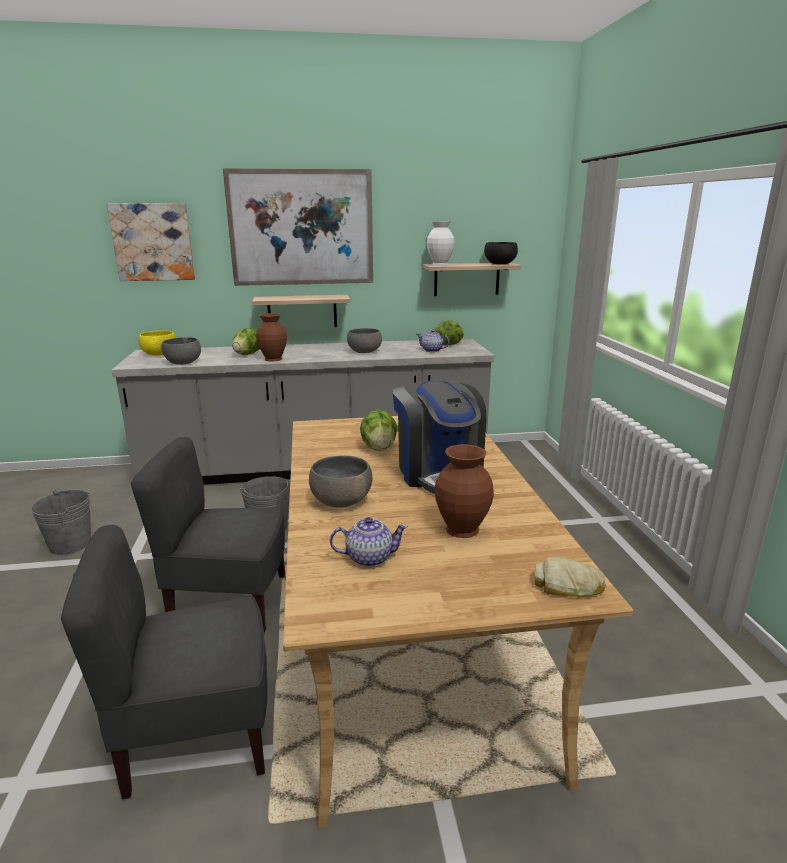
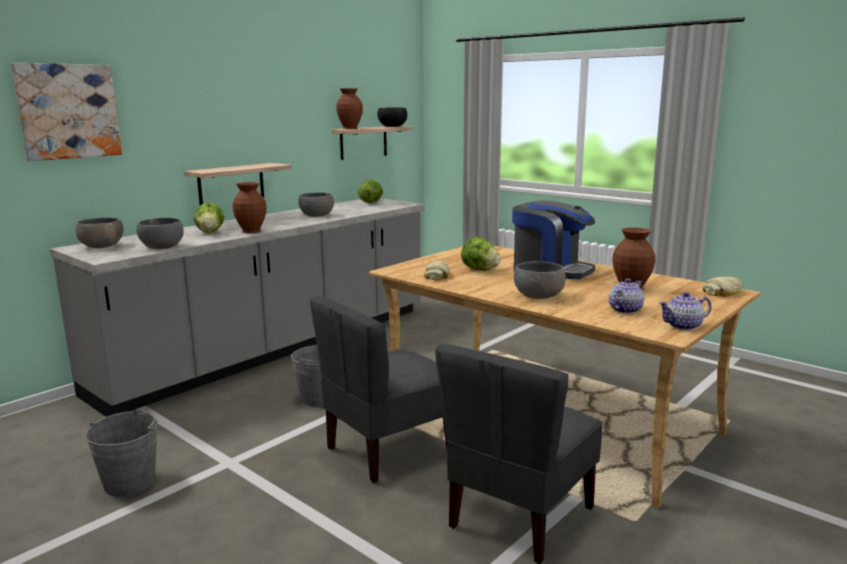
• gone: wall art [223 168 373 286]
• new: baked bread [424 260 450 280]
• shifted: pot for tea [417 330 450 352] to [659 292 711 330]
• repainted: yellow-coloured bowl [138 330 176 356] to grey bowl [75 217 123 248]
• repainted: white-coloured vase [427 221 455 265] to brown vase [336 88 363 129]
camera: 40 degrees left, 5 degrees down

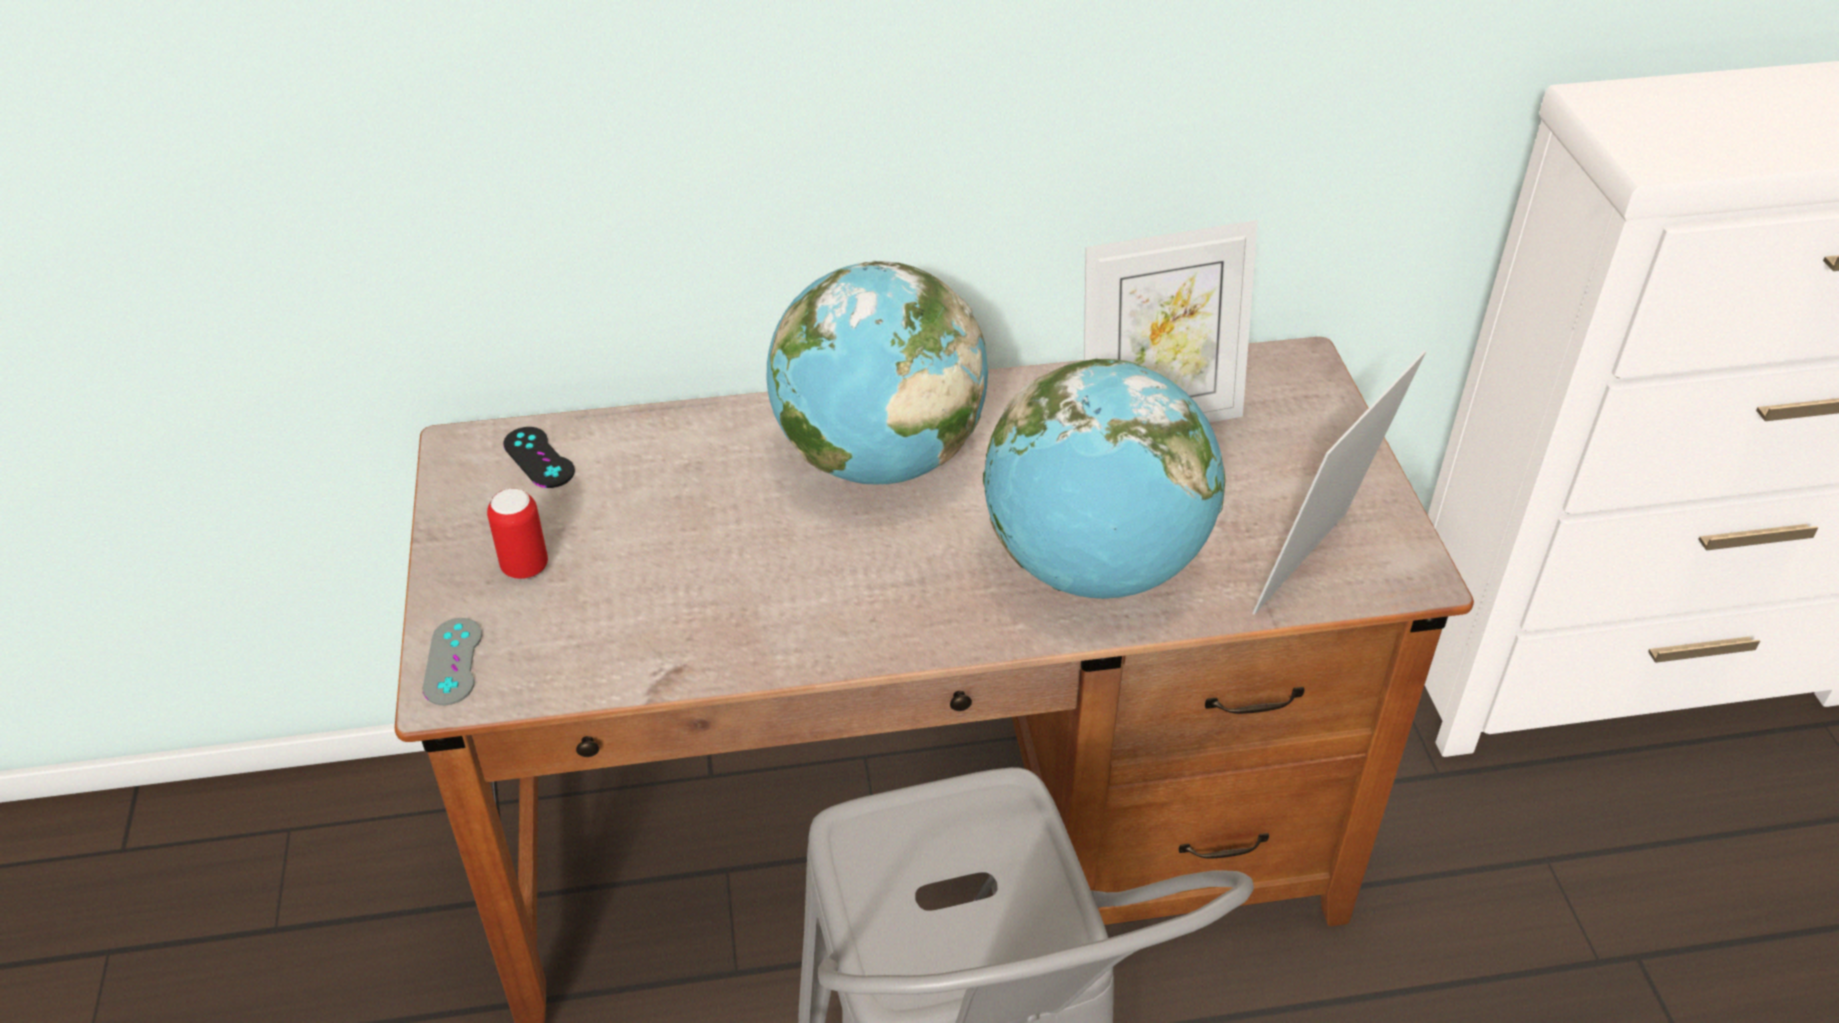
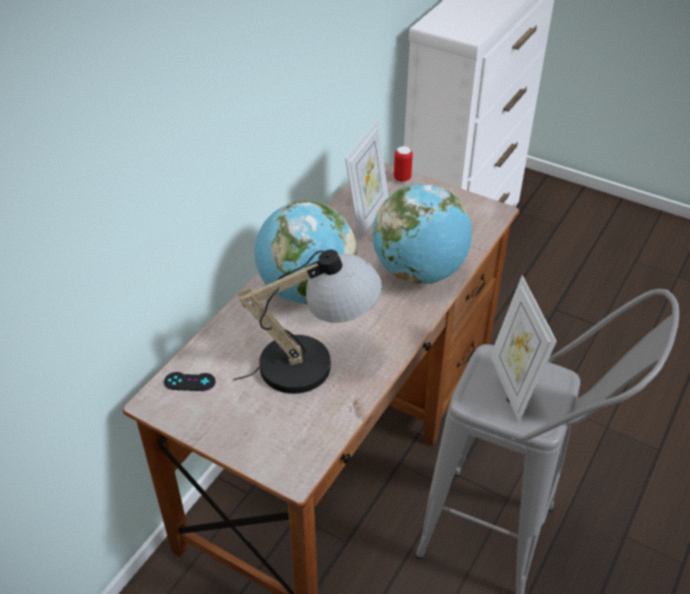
• gone: grey joypad [423 618 482 705]
• new: tabletop lamp [233 249 382 394]
• shifted: metal can [487 488 548 579] to [394 146 413 182]
• shifted: picture frame [1252 350 1426 615] to [490 276 557 422]
camera: 50 degrees left, 0 degrees up

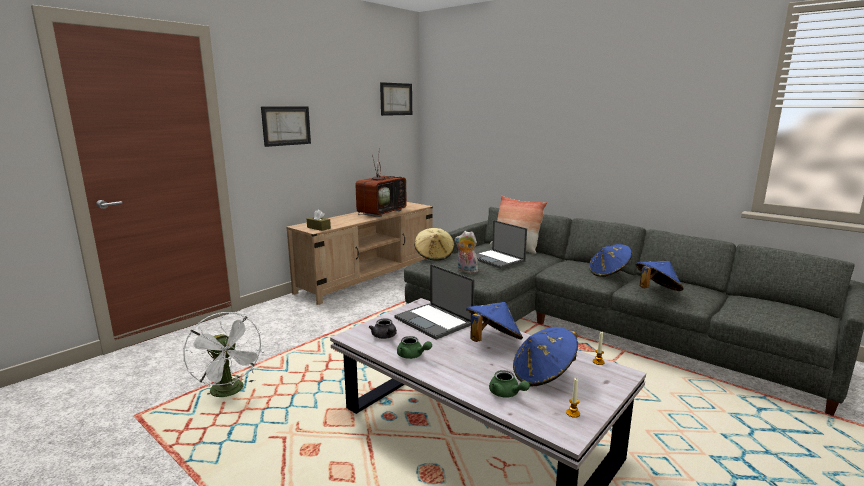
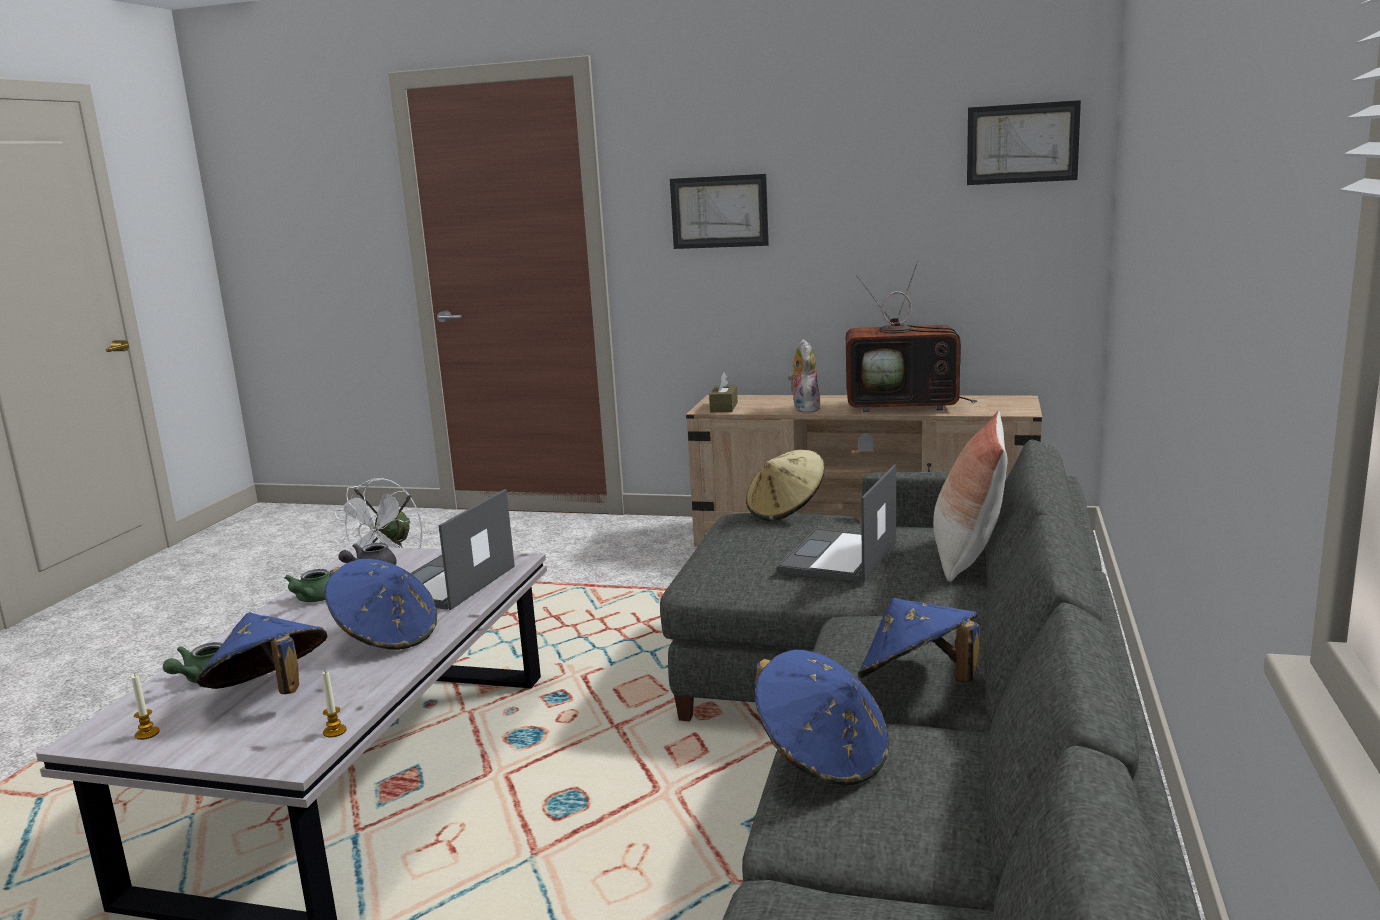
• shifted: soft toy [455 231 478 273] to [788 339 820 413]
camera: 65 degrees right, 0 degrees up

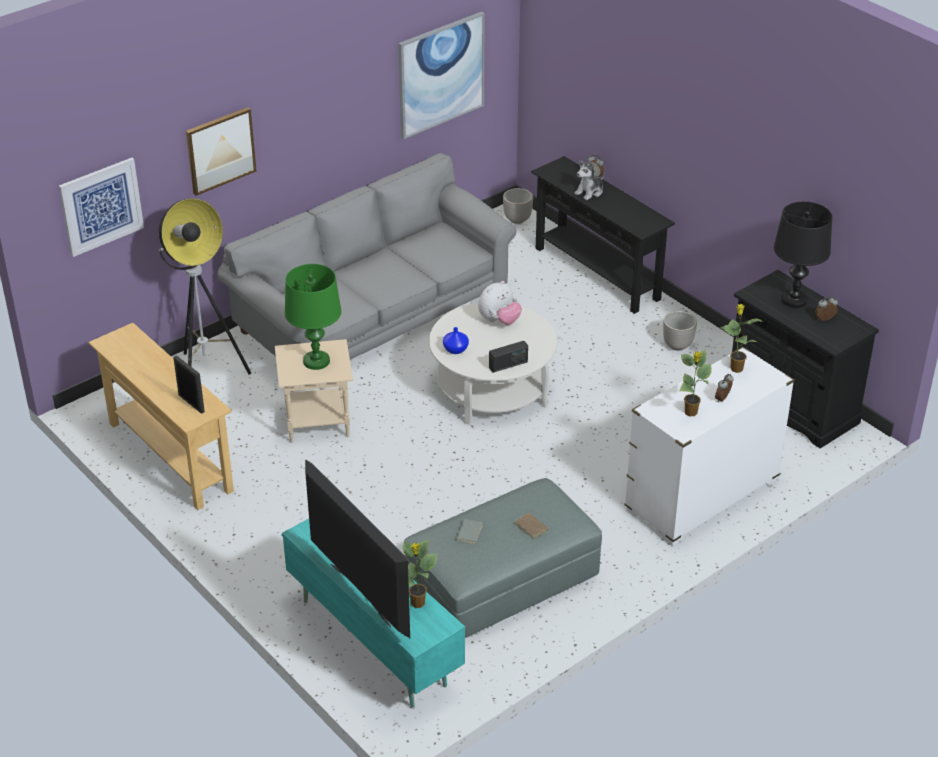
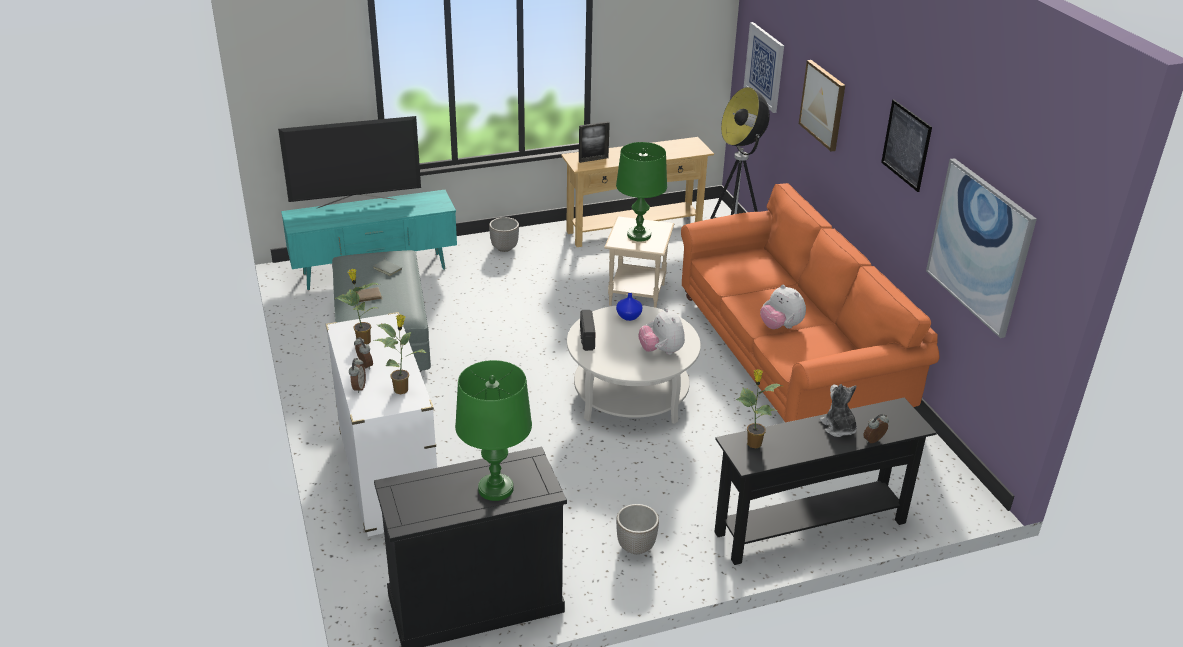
• new: soft toy [760 285 806 329]
• new: wall art [881 99 932 192]
• shifted: houseplant [403 539 437 608] to [736 369 782 448]
• shifted: flower pot [503 188 533 224] to [489 217 519 252]
• shifted: alarm clock [815 296 838 321] to [349 358 366 393]
• repainted: grey sofa [217 153 517 360] to orange-coloured sofa [681 183 939 422]
• repainted: blackish tabletop lamp [774 201 832 308] to green-coloured tabletop lamp [455 360 532 501]
camera: 110 degrees right, 5 degrees down

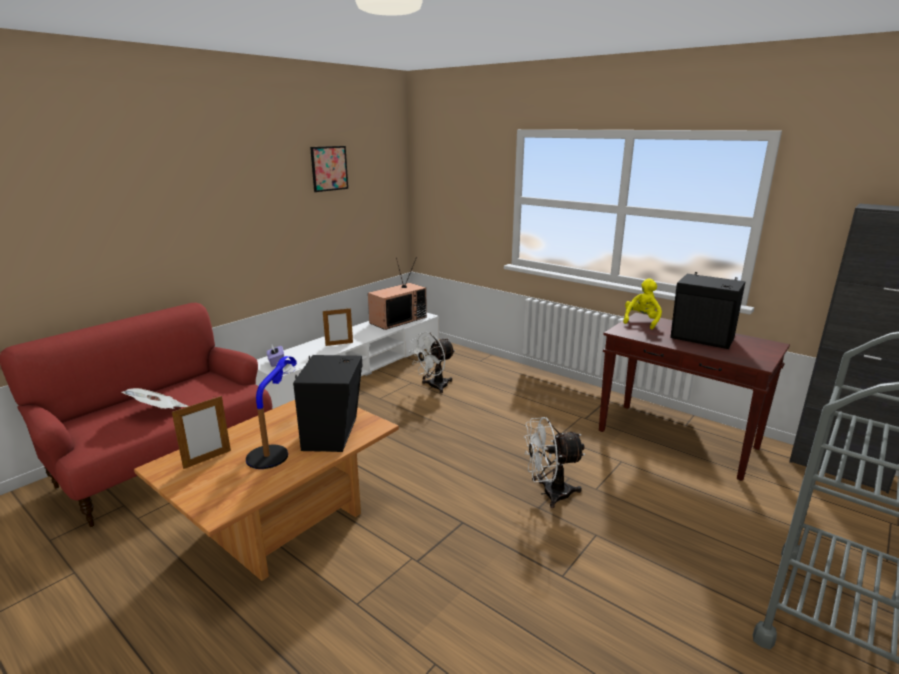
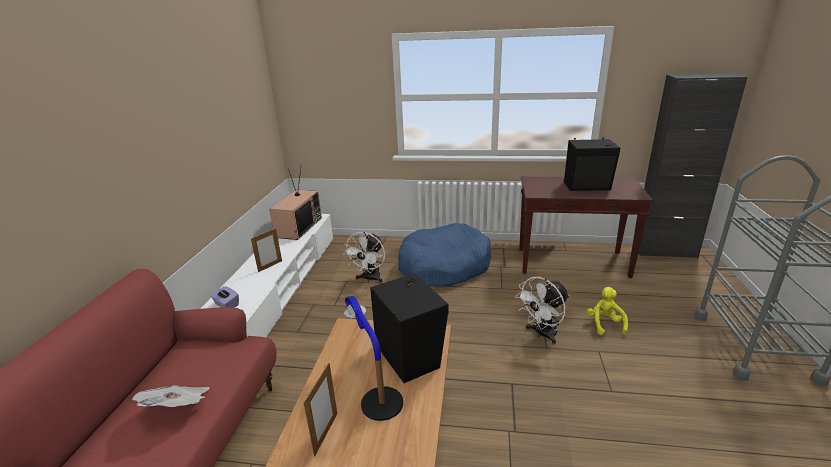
• gone: wall art [310 146 348 192]
• new: blue pet bed [398 223 491 287]
• shifted: yellow-coloured soft toy [623 278 662 329] to [587 287 628 335]
camera: 30 degrees left, 5 degrees up

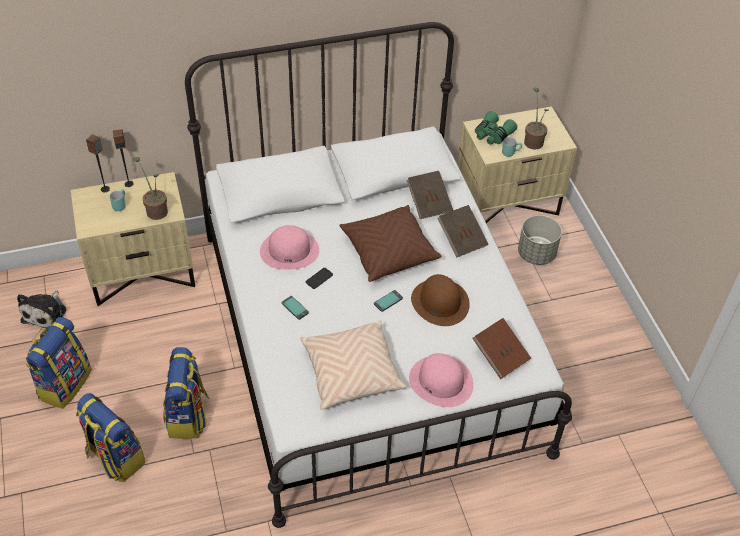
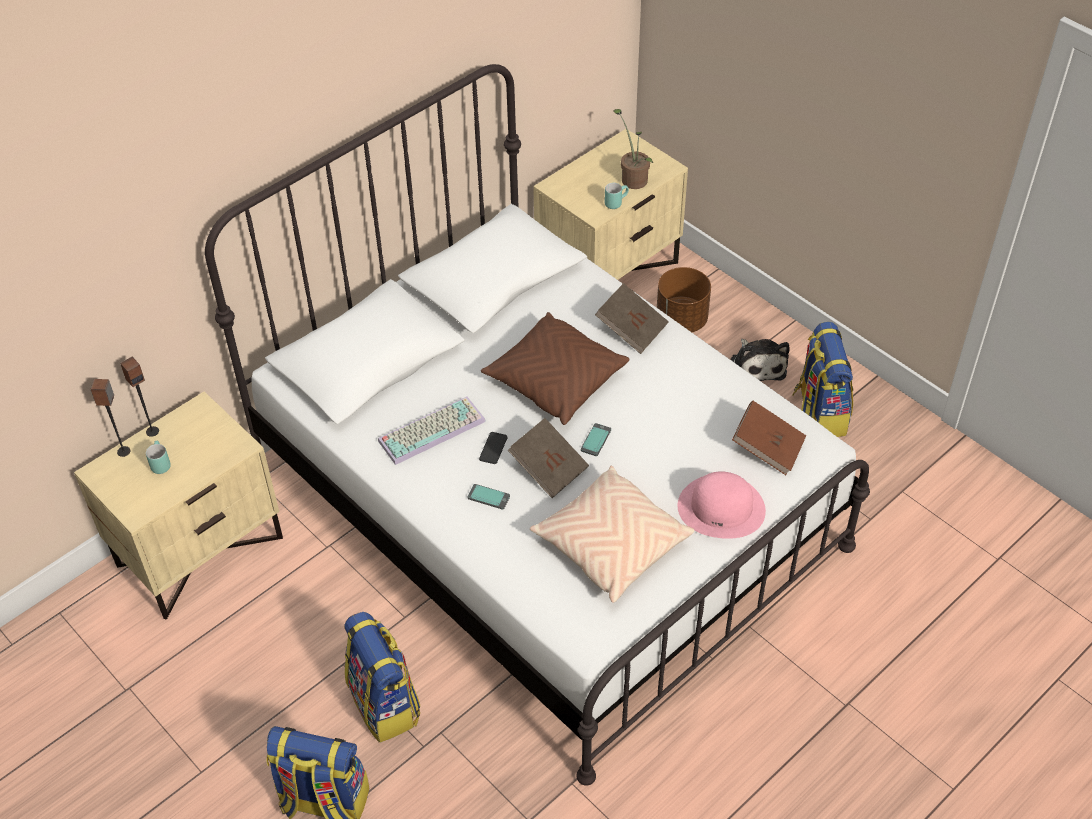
• gone: houseplant [133 157 168 220]
• gone: brown wearable hat [411 274 470 326]
• gone: green-coloured pair of binoculars [475 111 517 145]
• shifted: soft toy [17 290 66 328] to [731 339 789 381]
• shifted: rucksack [25 317 92 409] to [792 322 853 437]
• shifted: brown volume [407 171 453 219] to [508 418 589 498]
• swapped: pink-coloured wearable hat [260 225 319 270] to keyboard [378 397 486 465]
• repainted: grey flower pot [518 215 562 265] to brown flower pot [657 267 711 332]
camera: 25 degrees left, 0 degrees up

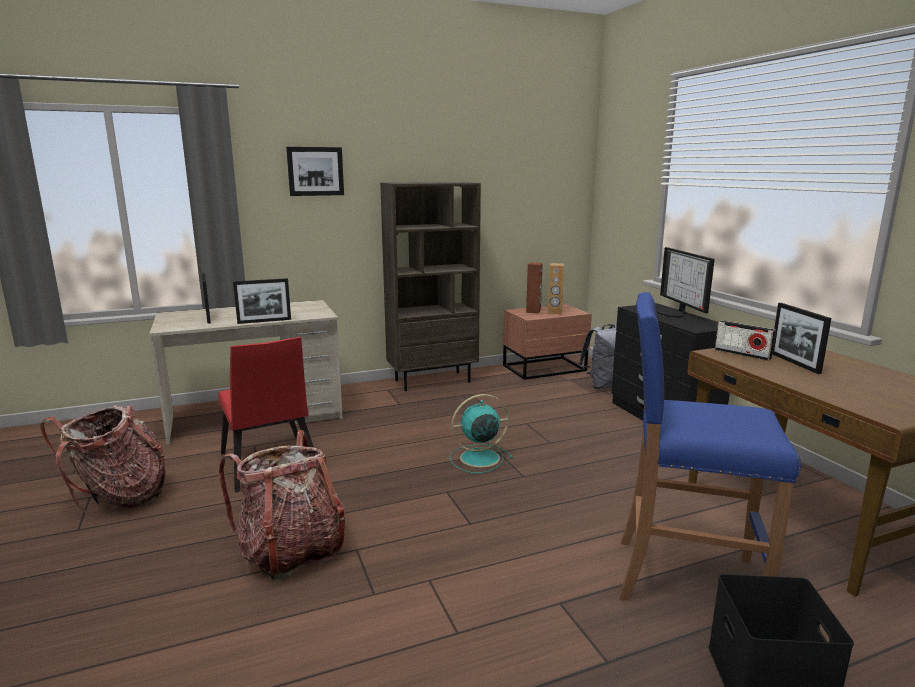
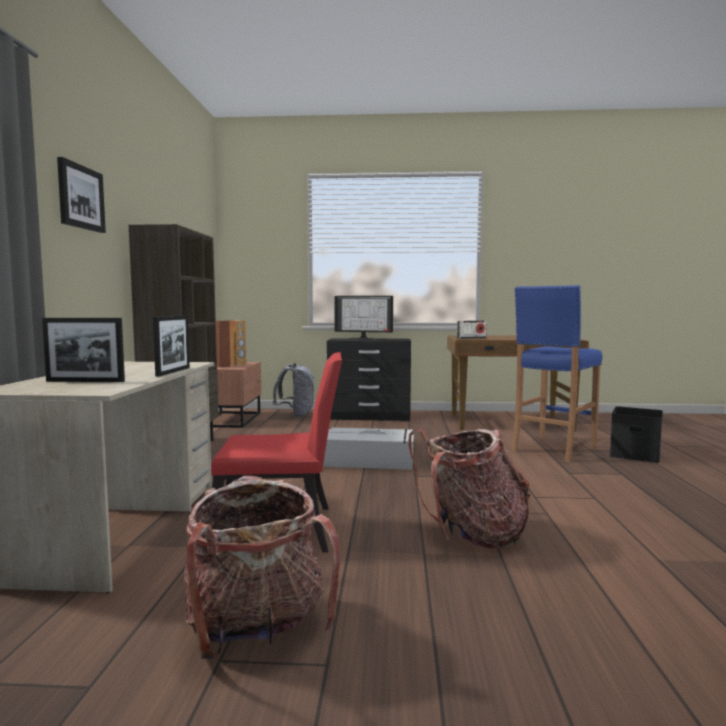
• gone: picture frame [772 303 831 374]
• swapped: turquoise cooling fan [449 394 513 473] to grey storage bin [323 427 414 470]
camera: 65 degrees left, 10 degrees down

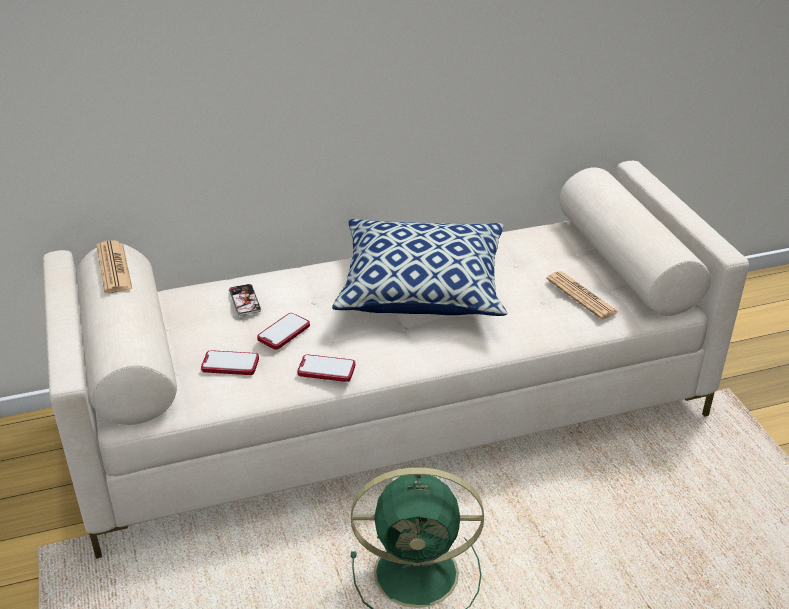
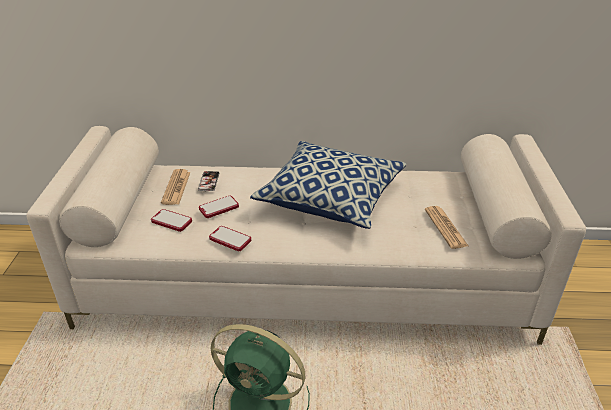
• shifted: printed paper [97 240 133 293] to [161 169 191 205]
camera: 20 degrees right, 0 degrees up

